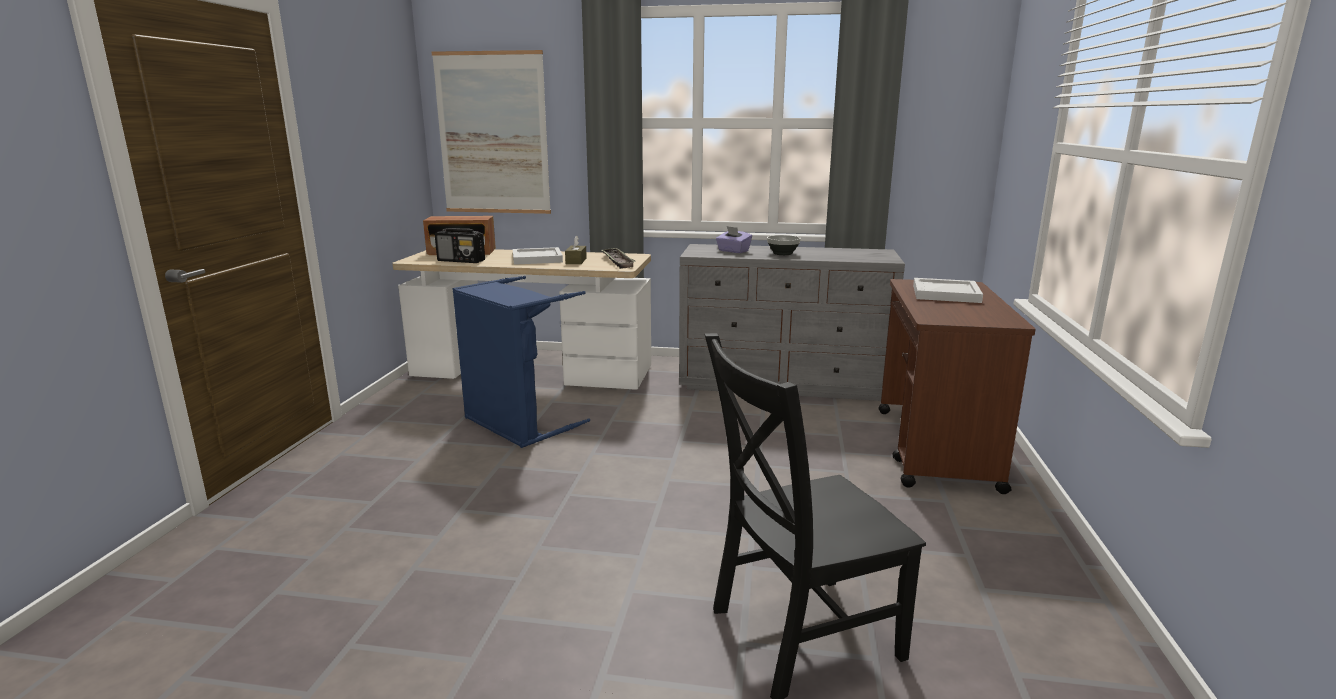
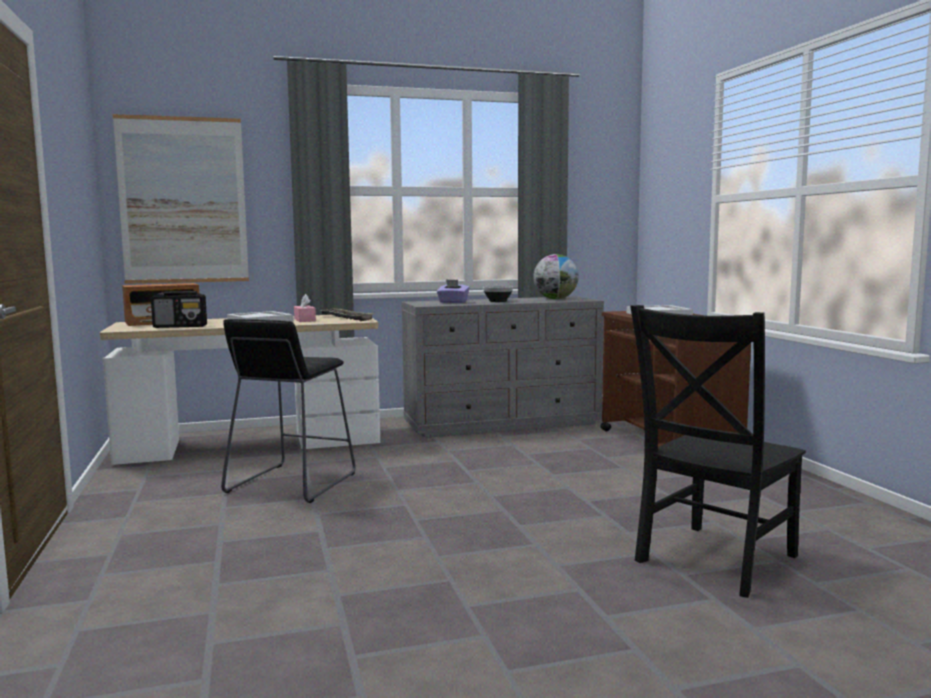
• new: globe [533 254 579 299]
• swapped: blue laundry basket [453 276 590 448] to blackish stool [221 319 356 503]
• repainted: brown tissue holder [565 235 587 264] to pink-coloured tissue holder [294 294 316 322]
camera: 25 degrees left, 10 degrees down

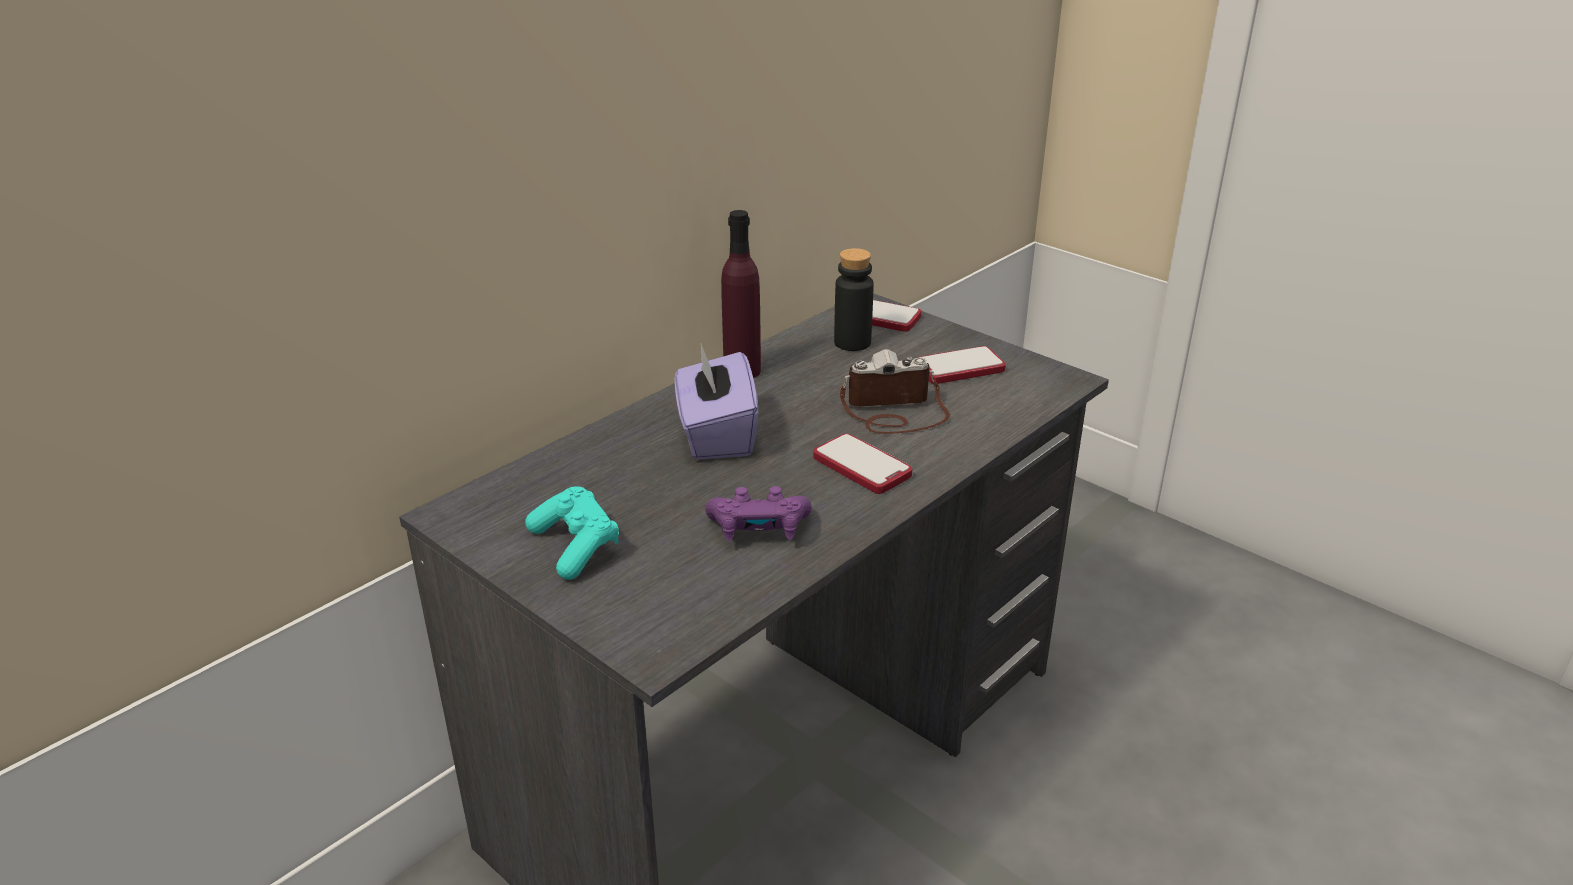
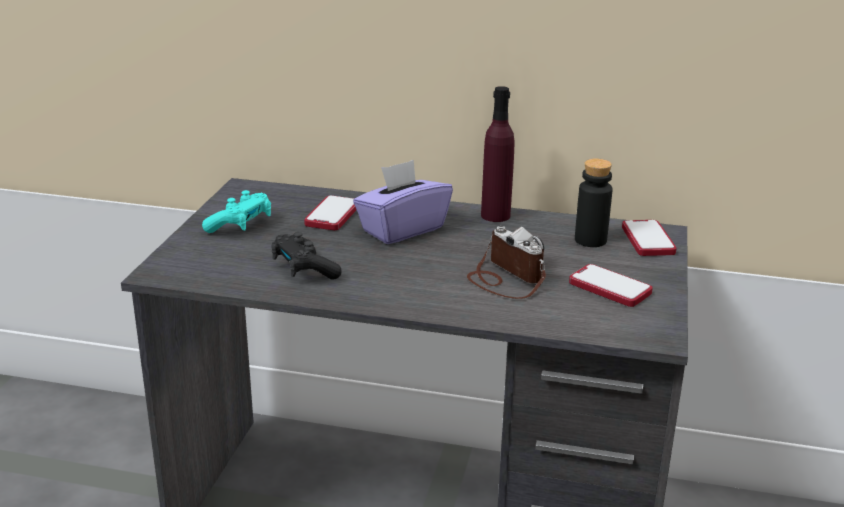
• shifted: phone [813 434 912 494] to [304 195 356 230]
• repainted: purple joypad [705 486 812 541] to blackish joypad [271 232 342 280]
camera: 60 degrees right, 5 degrees down

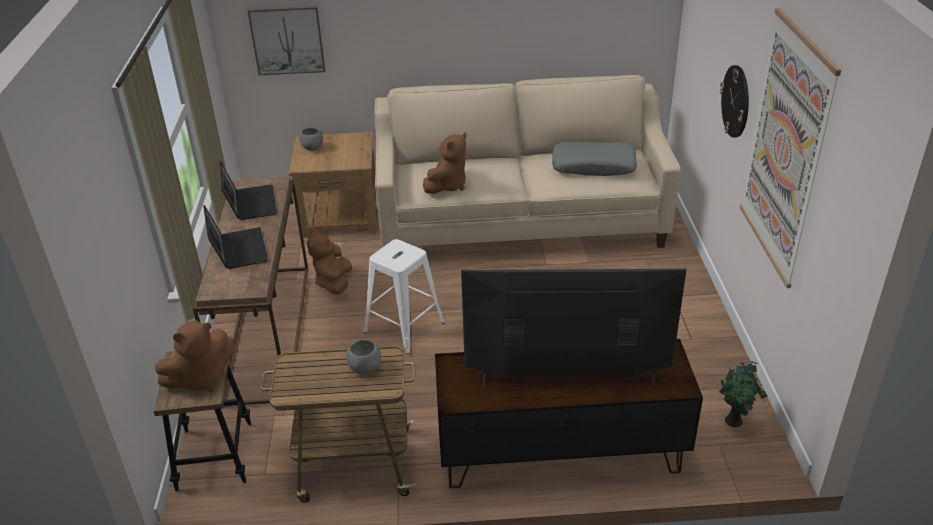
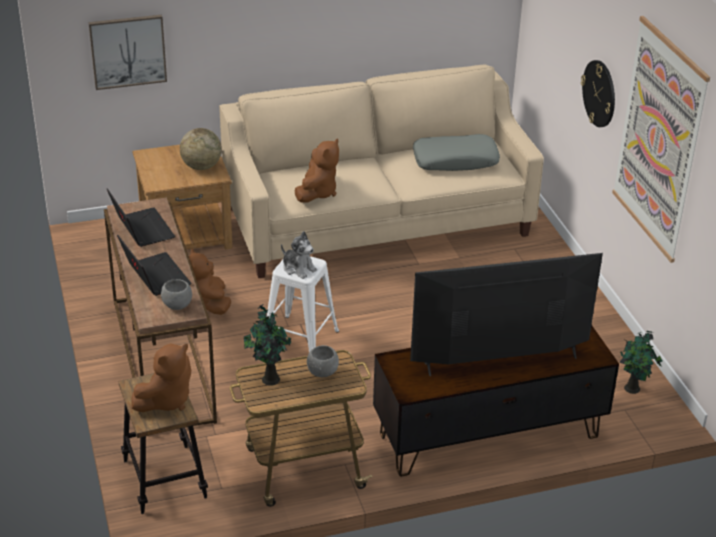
• new: globe [180 128 222 170]
• new: houseplant [243 304 291 386]
• new: soft toy [281 231 317 279]
• shifted: grey bowl [299 128 323 151] to [161 279 192 310]
camera: 15 degrees left, 0 degrees up

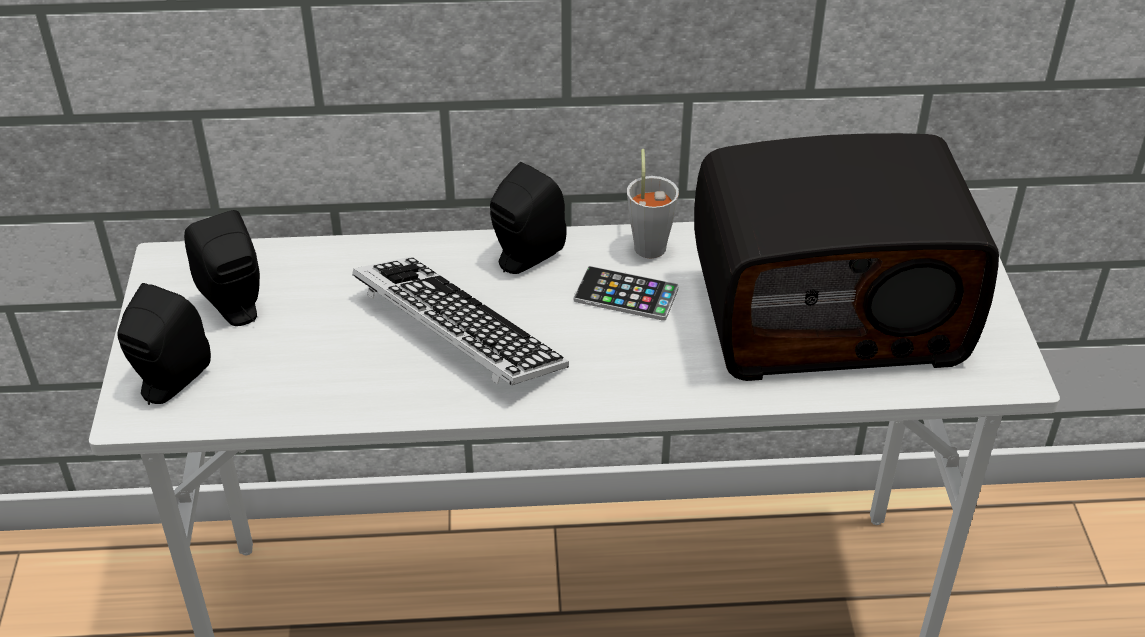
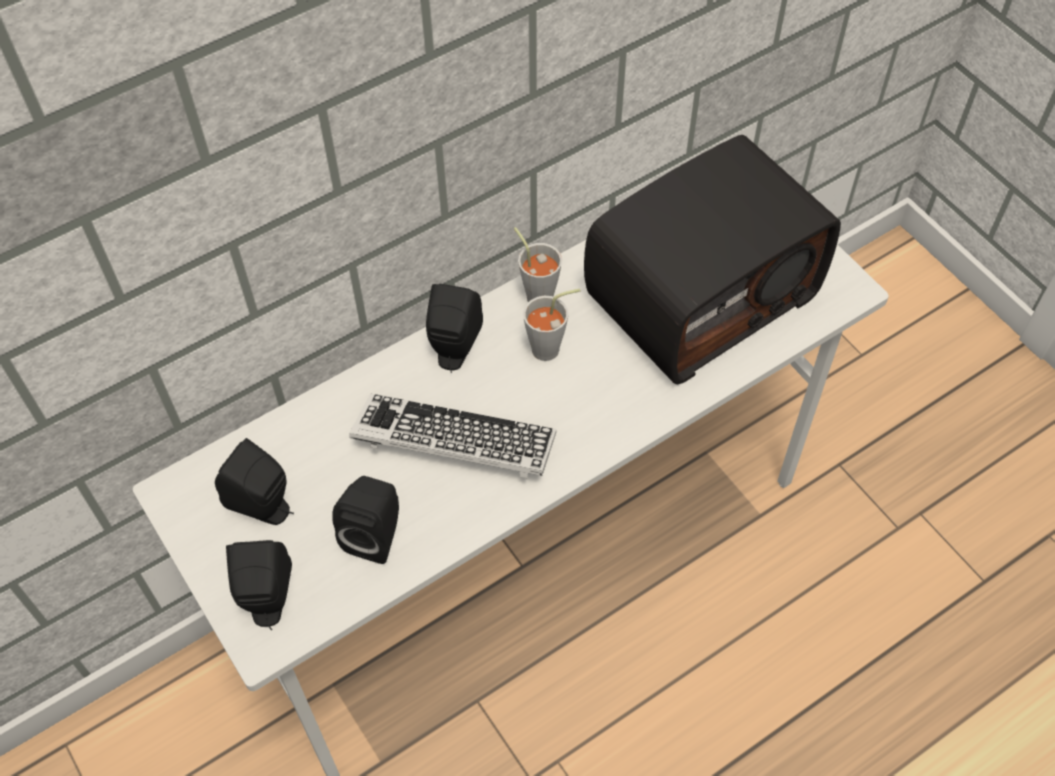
• new: blackish audio speaker [332 476 399 564]
• swapped: phone [573 266 679 321] to grey drinking cup [523 289 581 361]
camera: 30 degrees left, 15 degrees up

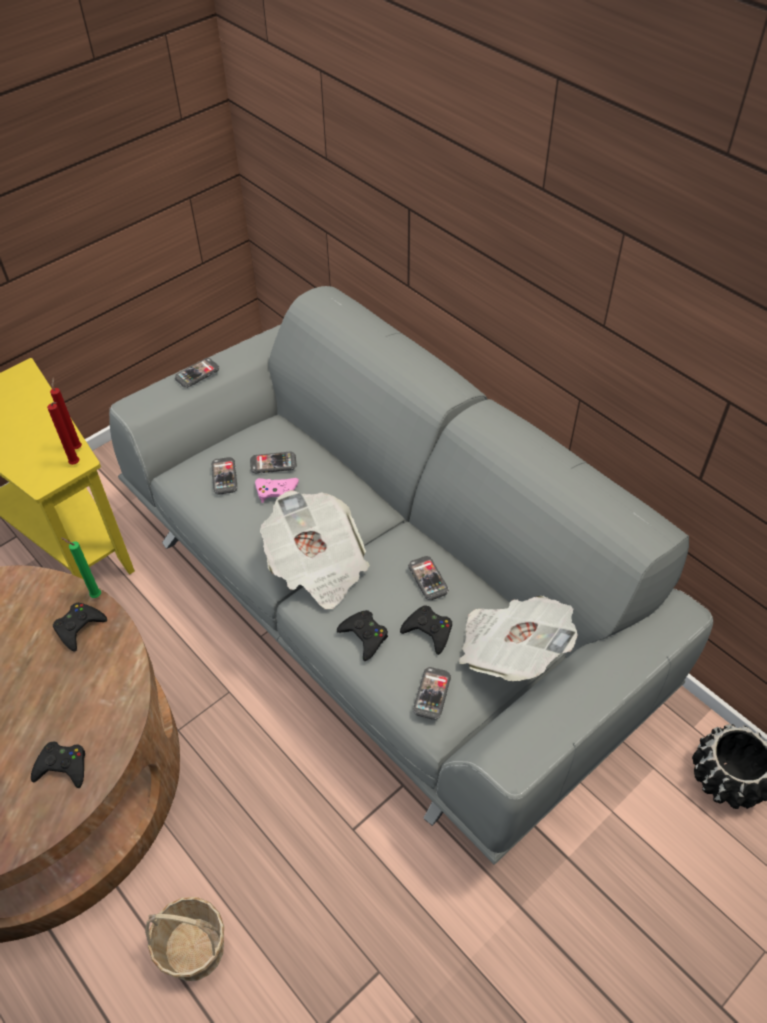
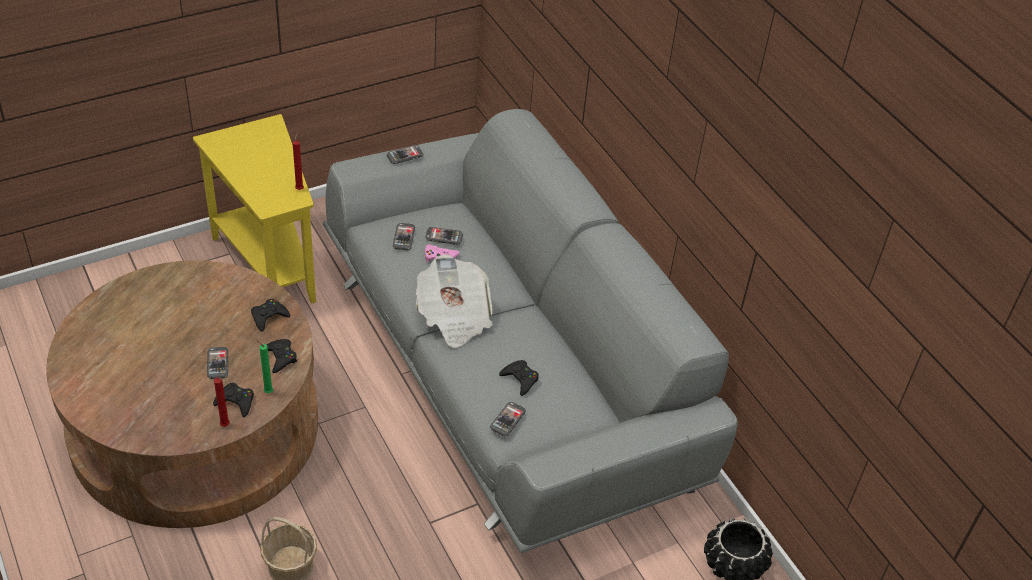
• gone: printed paper [459 596 577 681]
• shifted: red-coloured candle [47 402 79 465] to [214 377 230 427]
• shifted: green-coloured candle [61 538 101 598] to [256 339 273 393]
• shifted: blackish joypad [337 610 388 661] to [267 339 297 373]
• shifted: phone [408 556 449 600] to [207 347 228 379]
camera: 10 degrees right, 5 degrees down

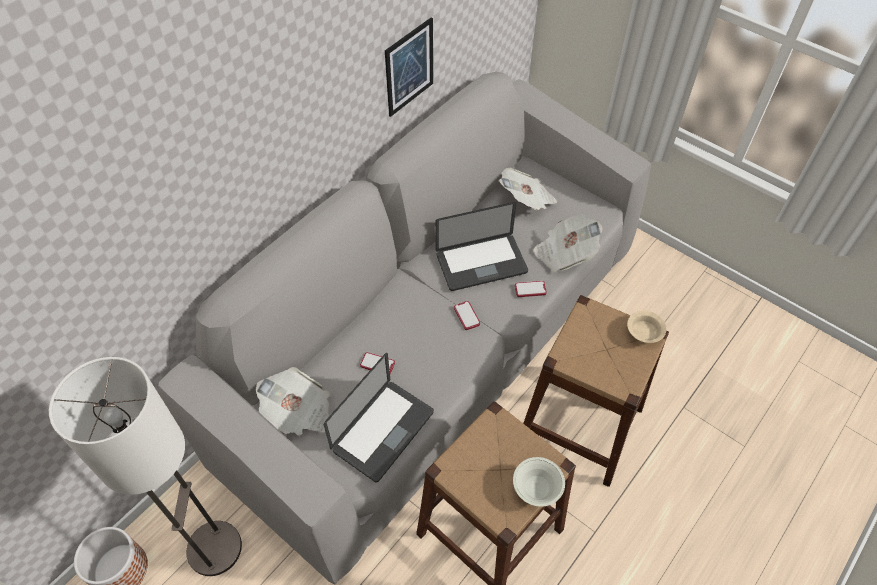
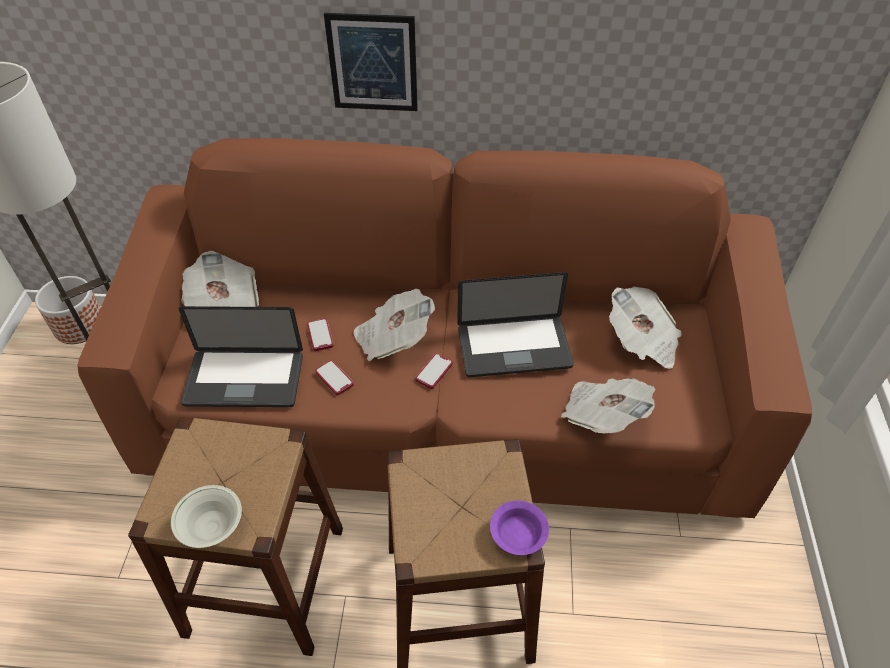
• new: printed paper [353 289 435 361]
• shifted: wall art [385 17 433 117] to [324 13 418 111]
• shifted: phone [515 281 547 297] to [315 360 354 395]
• repainted: grey sofa [158 72 651 584] to brown sofa [77 138 812 518]
• repainted: beige bowl [627 311 666 343] to purple bowl [490 500 549 555]
• rotated: portable computer [435 202 528 291] = [457 272 574 377] 45 degrees counterclockwise
camera: 55 degrees right, 5 degrees down

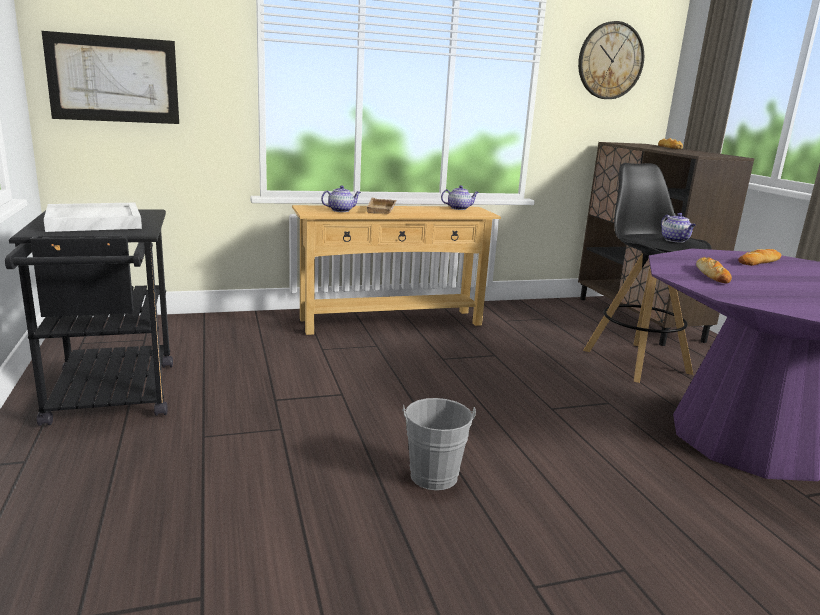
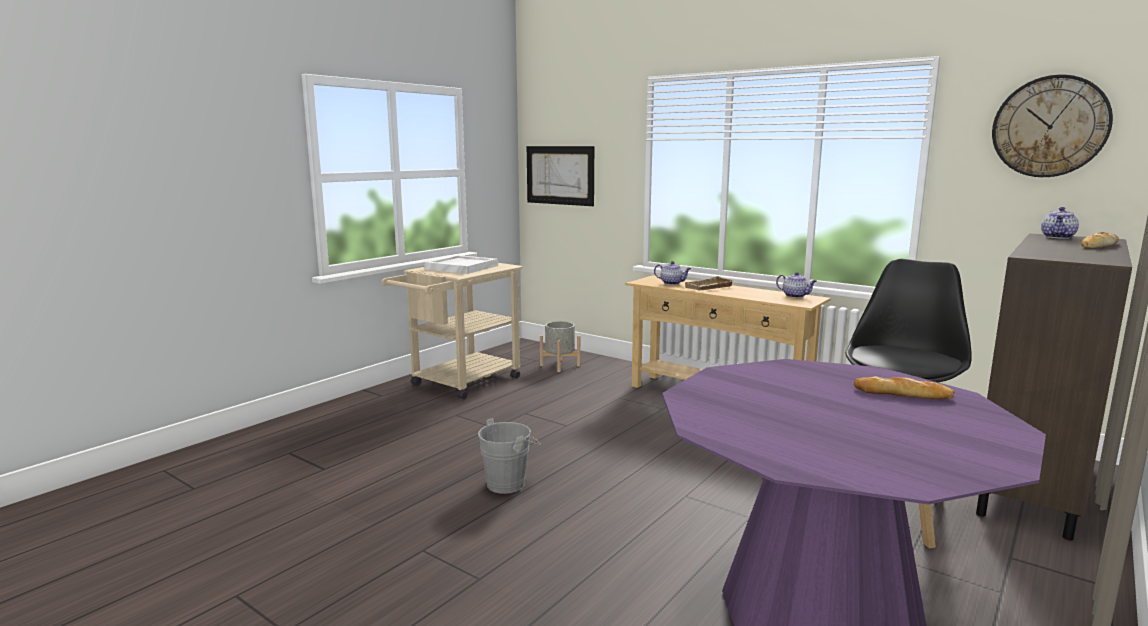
• gone: baked bread [696 257 732 283]
• new: grey flower pot [540 321 580 372]
• shifted: pot for tea [661 213 696 243] to [1041 207 1079 239]
• repainted: blackish wheeled cart [5 210 173 426] to beige wheeled cart [381 263 523 399]
camera: 55 degrees right, 5 degrees down

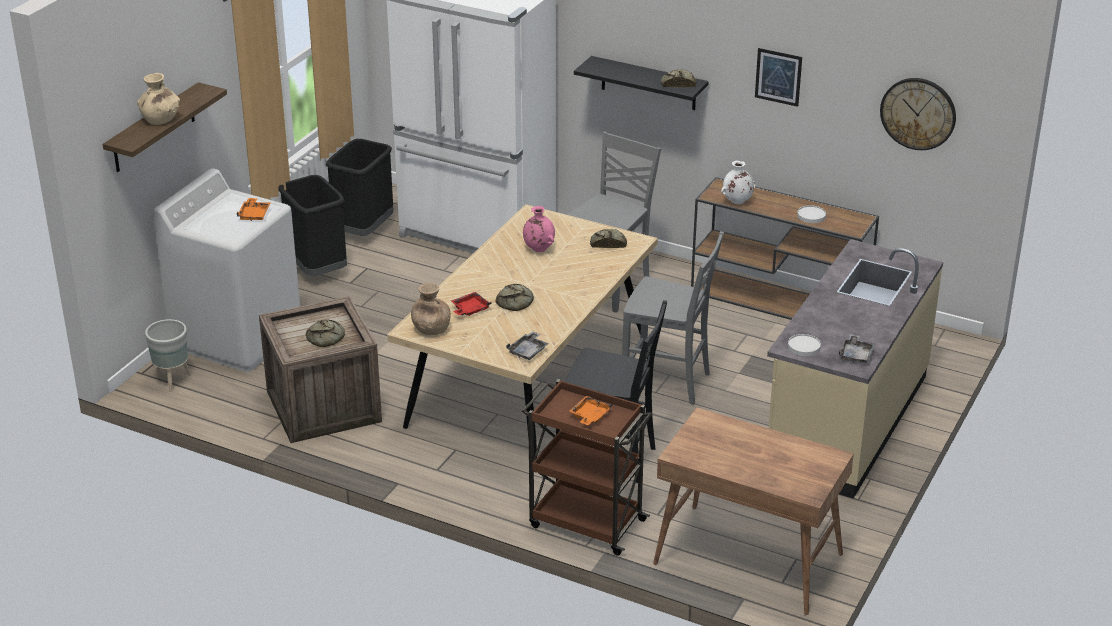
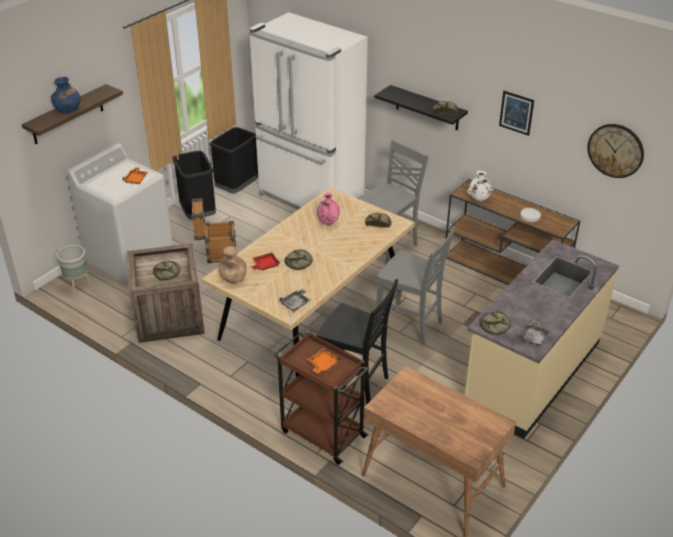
• new: shipping crate [191 198 236 263]
• swapped: white-coloured flat dish [788 334 821 356] to baked bread [480 311 511 335]
• repainted: beige vase [137 73 180 125] to blue vase [51 77 81 113]
camera: 10 degrees right, 5 degrees up

